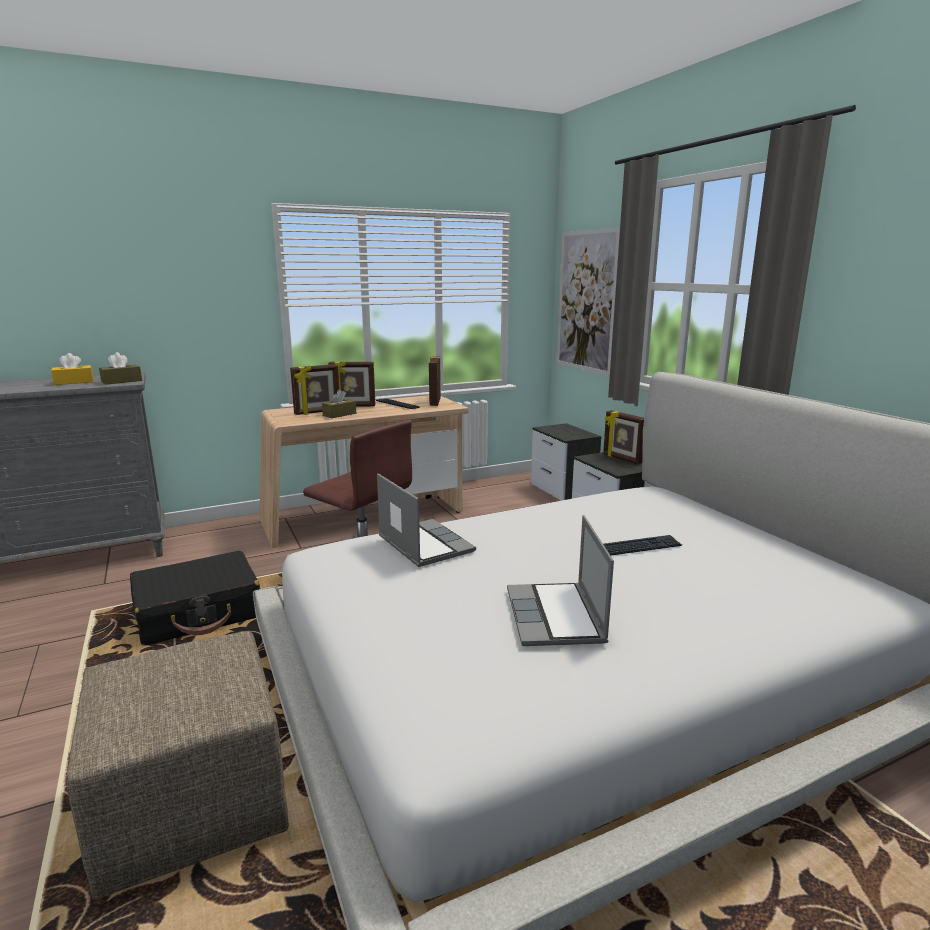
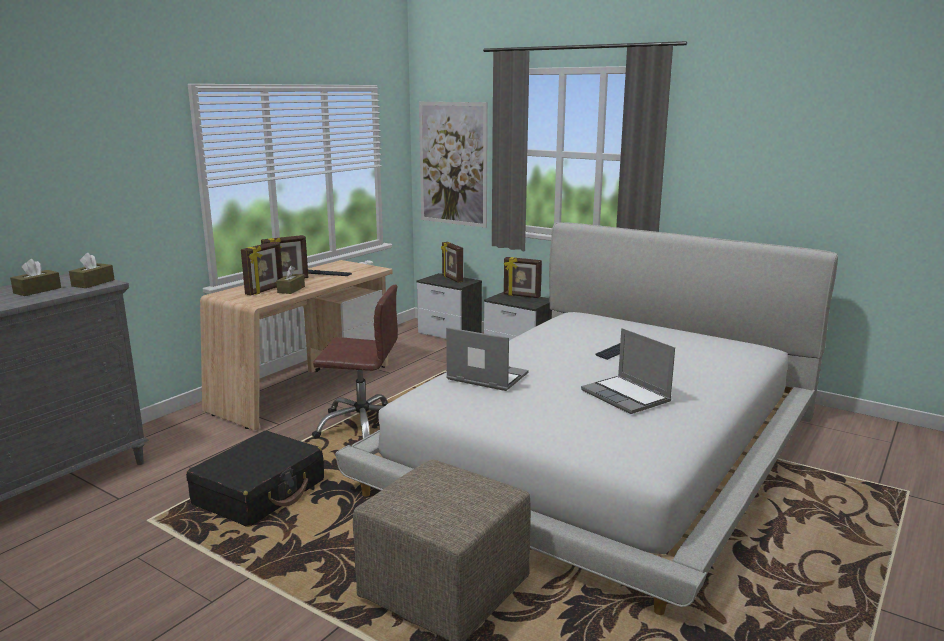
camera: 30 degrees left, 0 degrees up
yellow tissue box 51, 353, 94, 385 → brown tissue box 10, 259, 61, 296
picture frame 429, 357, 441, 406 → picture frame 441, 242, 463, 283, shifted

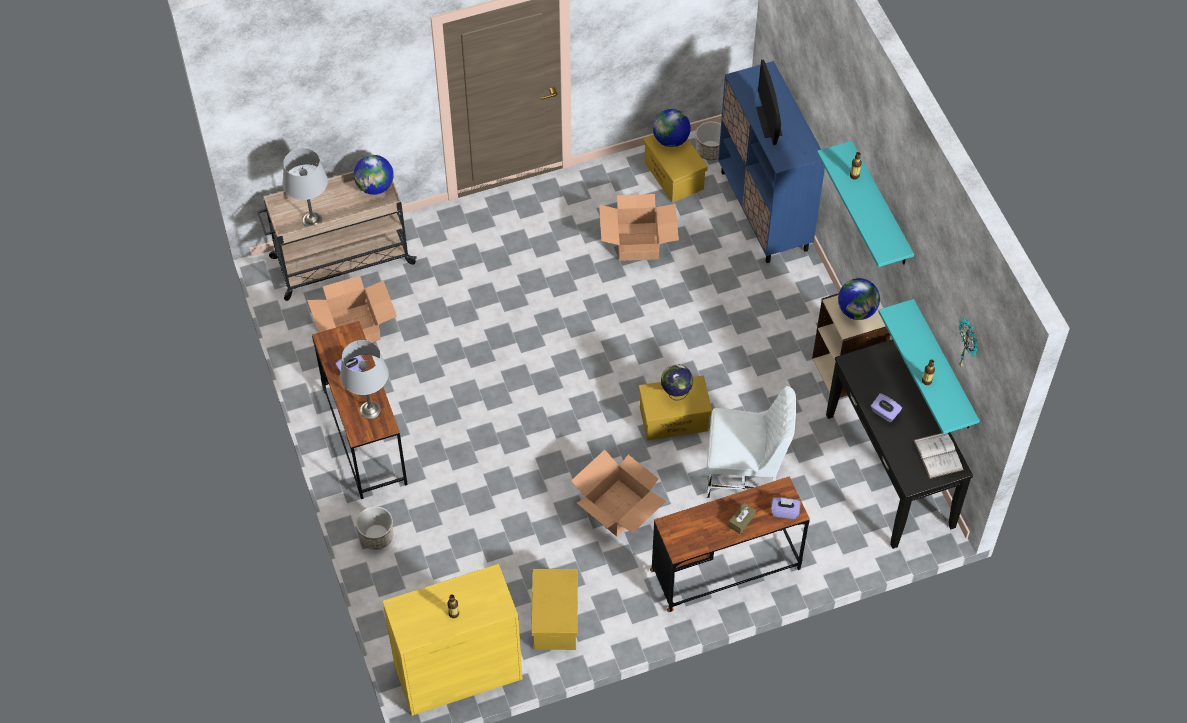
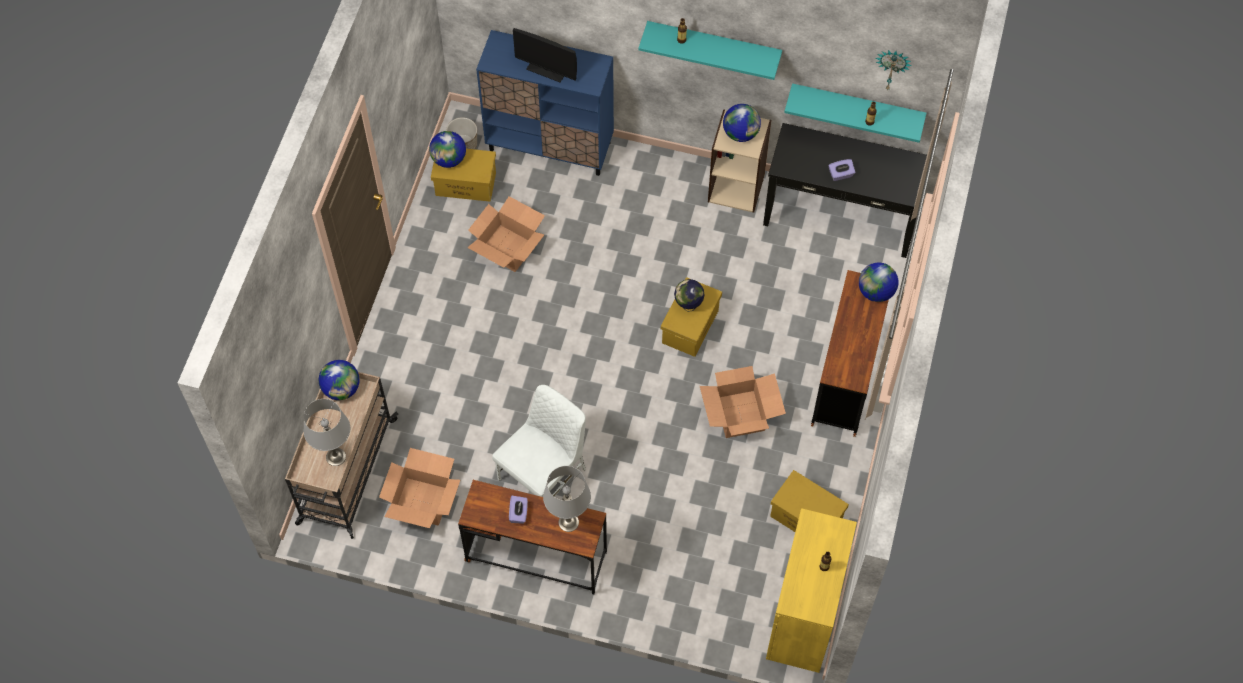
camera: 55 degrees left, 5 degrees up
white chair 707, 386, 796, 498 → white chair 492, 385, 586, 497, shifted
purple tissue box 771, 497, 800, 519 → globe 859, 263, 898, 302
planter 356, 506, 393, 550 → -
brown tissue box 728, 503, 756, 534 → -
white book 913, 433, 963, 479 → -

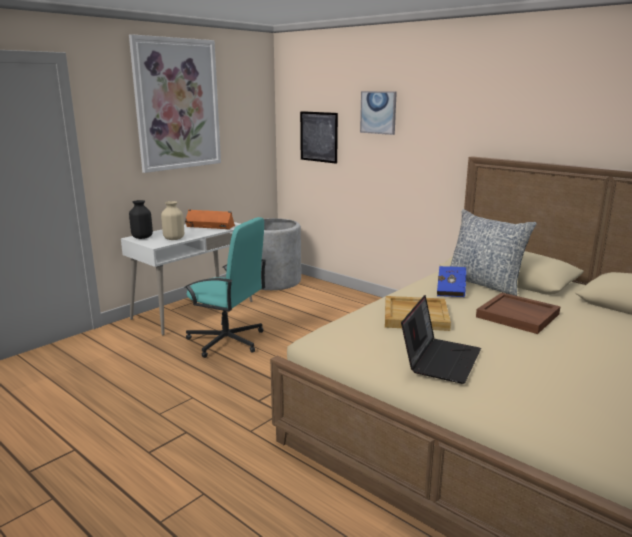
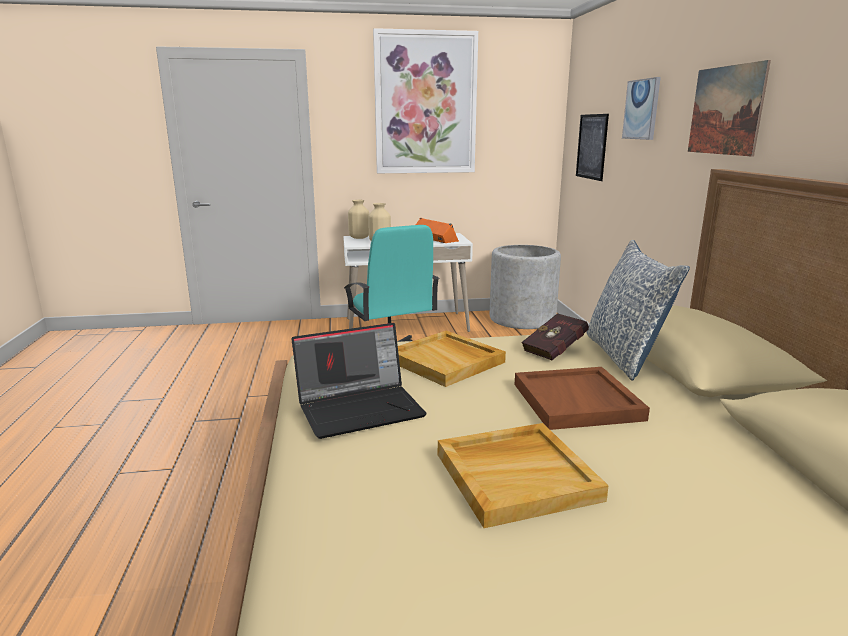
camera: 40 degrees right, 0 degrees up
black vase 129, 200, 153, 239 → beige vase 348, 200, 369, 239
- → beige tray 438, 423, 608, 528
blue book 437, 266, 466, 297 → red book 521, 313, 589, 360
- → picture 688, 60, 771, 157

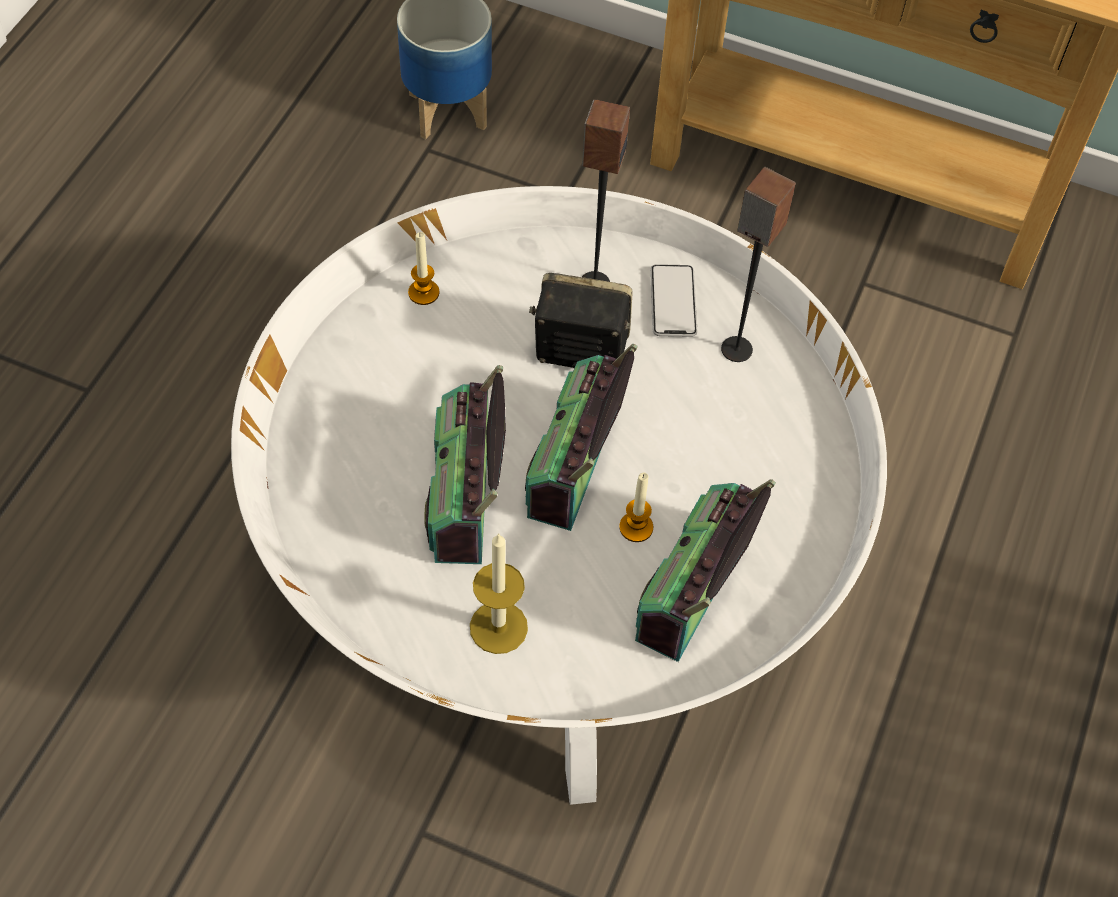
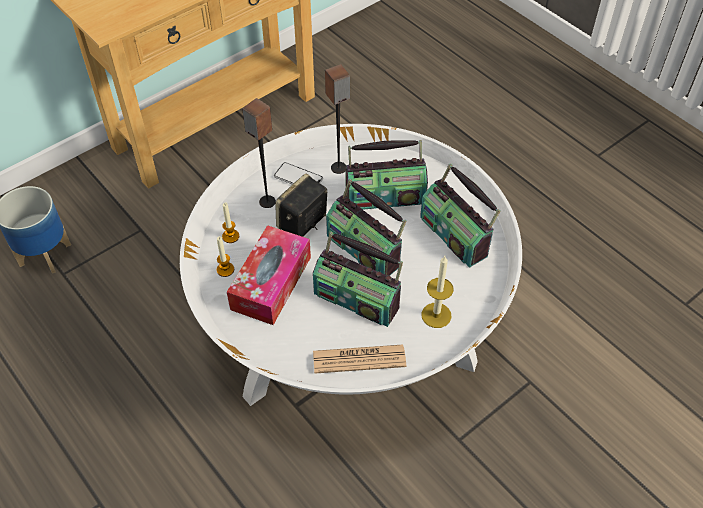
camera: 60 degrees left, 5 degrees down
candle 619, 473, 653, 542 → candle 222, 203, 239, 243, shifted
- → tissue box 227, 225, 311, 325
- → newspaper 313, 345, 406, 374
- → radio 345, 140, 428, 210

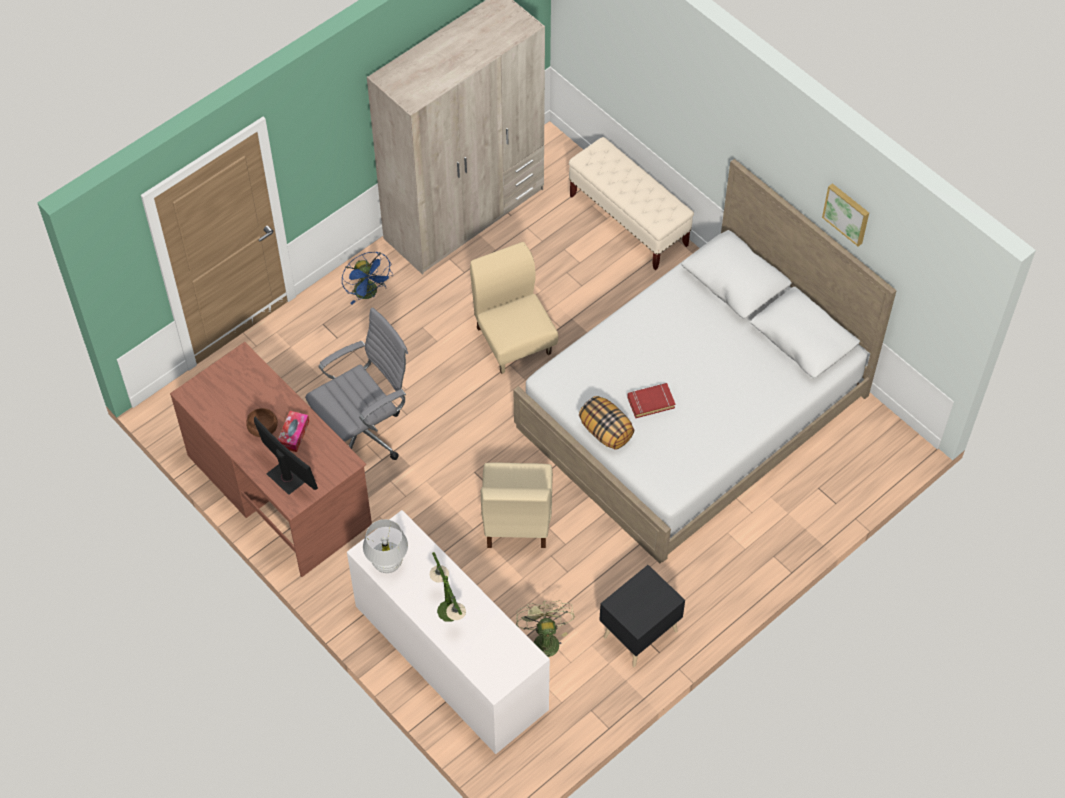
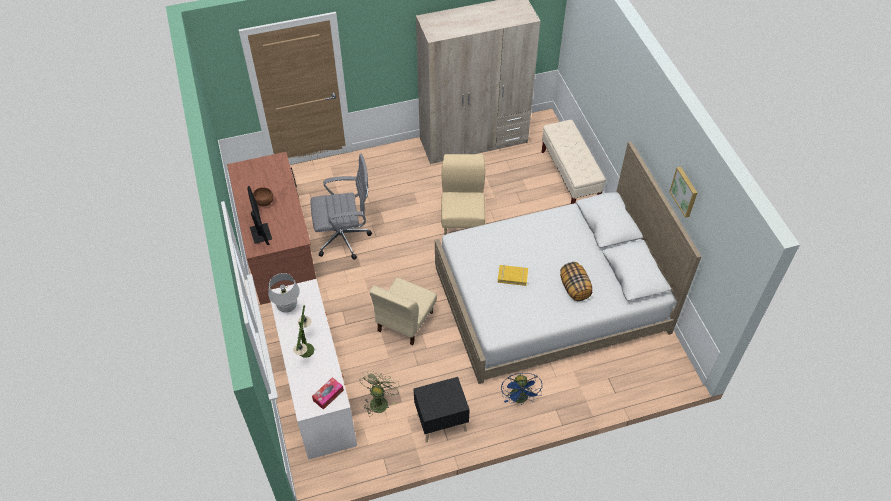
camera: 25 degrees right, 5 degrees down
tissue box 278, 411, 309, 452 → tissue box 312, 377, 344, 410, shifted
red book 627, 383, 675, 418 → yellow book 497, 265, 528, 286
blue fan 342, 252, 393, 305 → blue fan 501, 373, 542, 405, shifted
pillow 579, 396, 634, 449 → pillow 560, 262, 592, 301, shifted

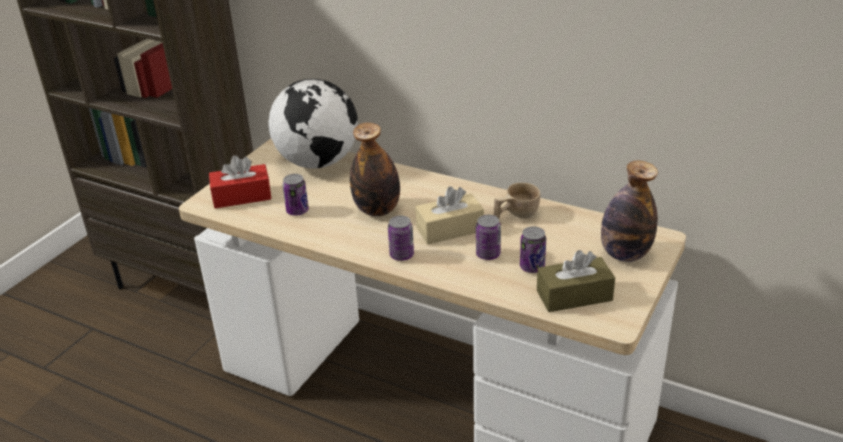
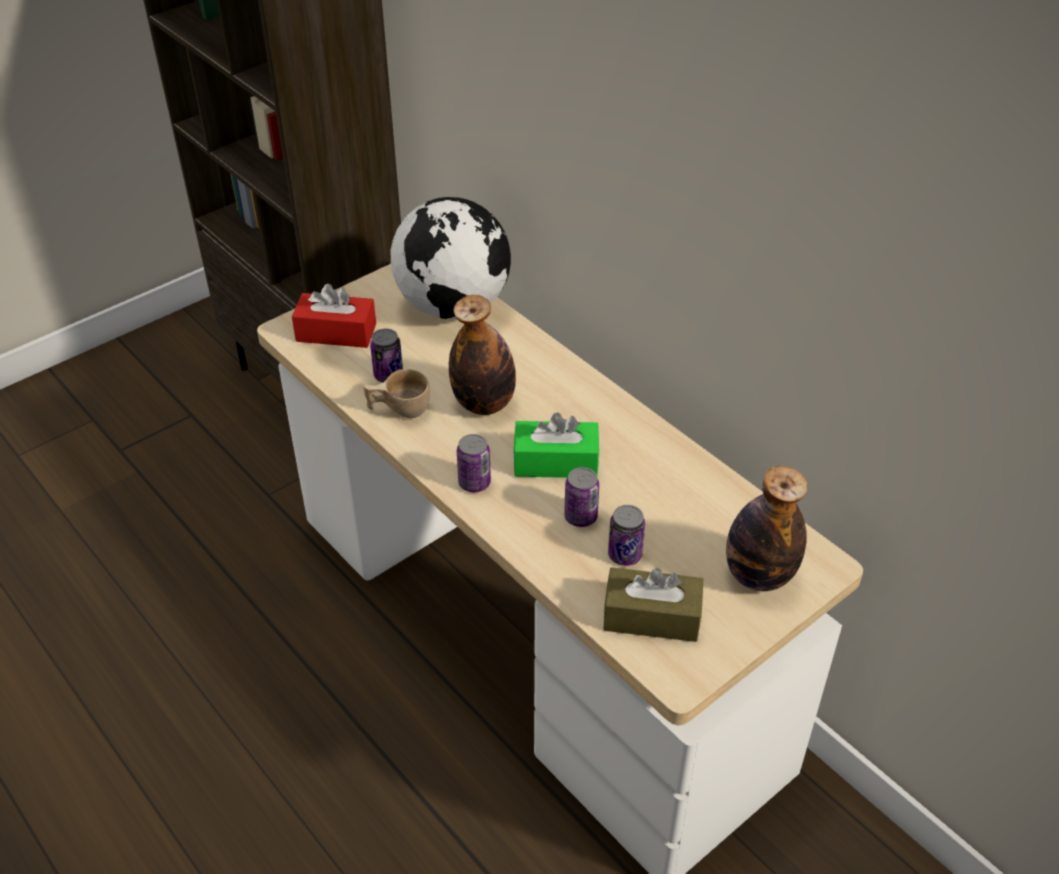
camera: 20 degrees right, 10 degrees up
beige cup 494, 183, 540, 219 → beige cup 364, 369, 430, 418, shifted
beige tissue box 415, 186, 484, 244 → green tissue box 513, 412, 599, 478

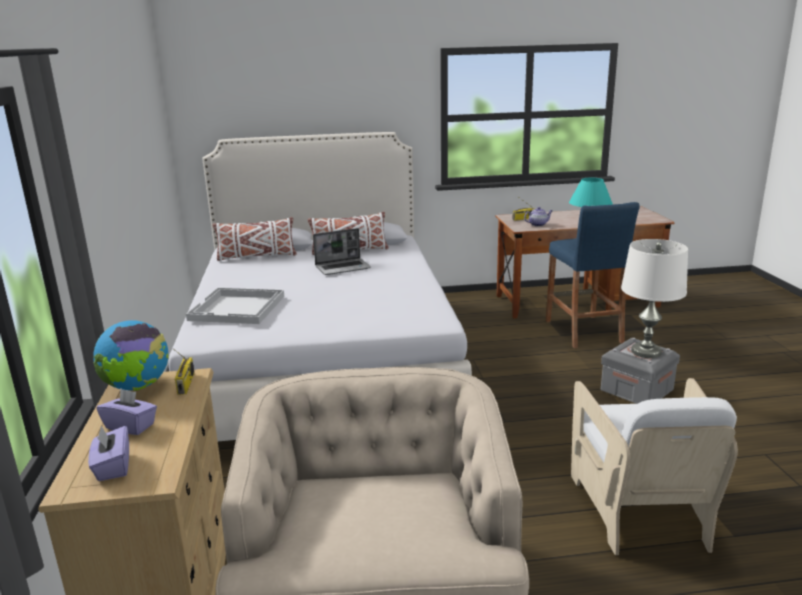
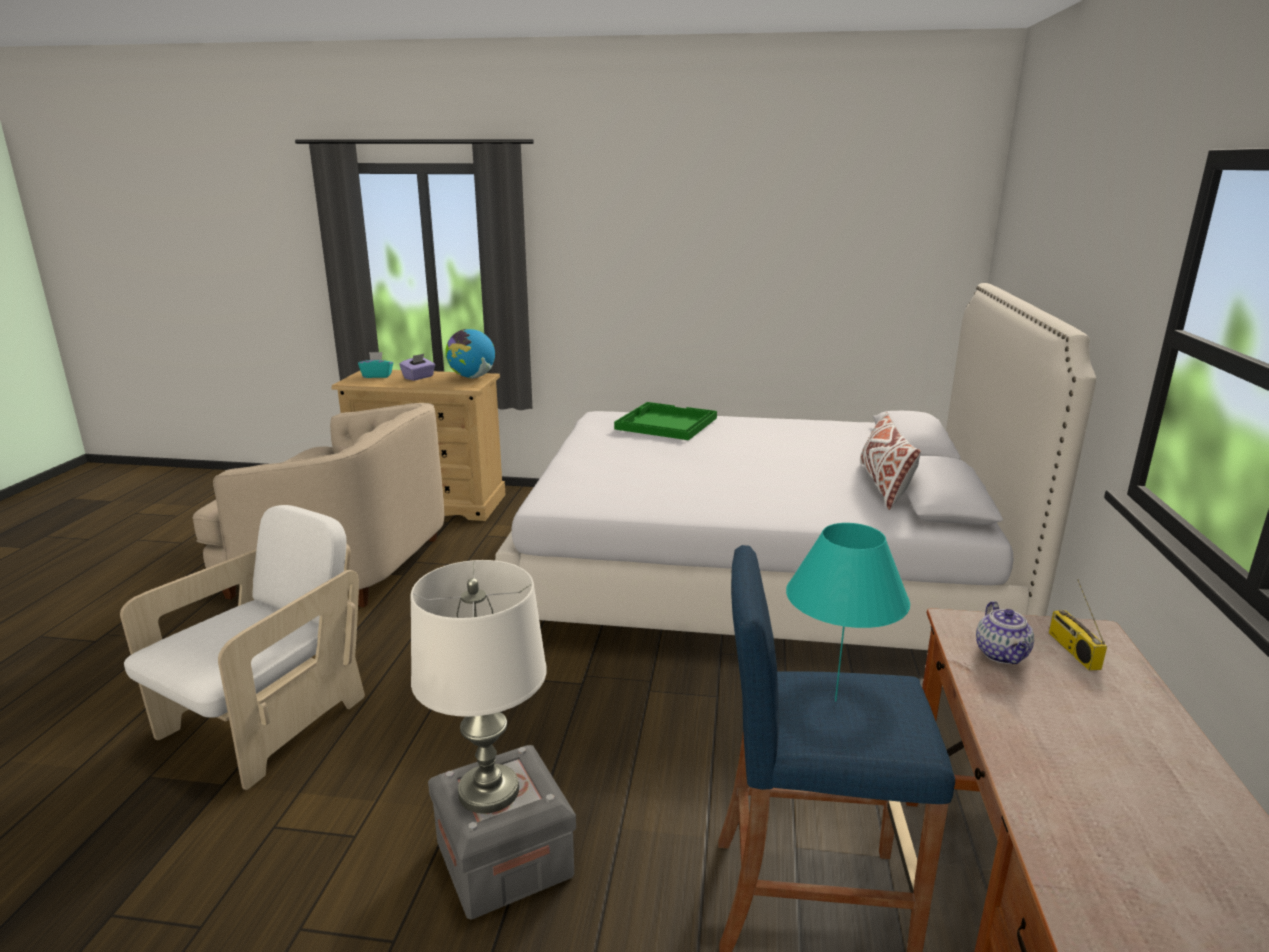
camera: 105 degrees right, 0 degrees up
white armchair 571, 378, 738, 555 → white armchair 120, 505, 365, 790, 105 degrees clockwise
purple tissue box 88, 426, 129, 481 → turquoise tissue box 358, 352, 393, 378
white tray 186, 288, 284, 324 → green tray 614, 402, 717, 440
radio 173, 349, 194, 395 → -
white pillow 212, 217, 297, 261 → -
laptop 313, 228, 371, 275 → -

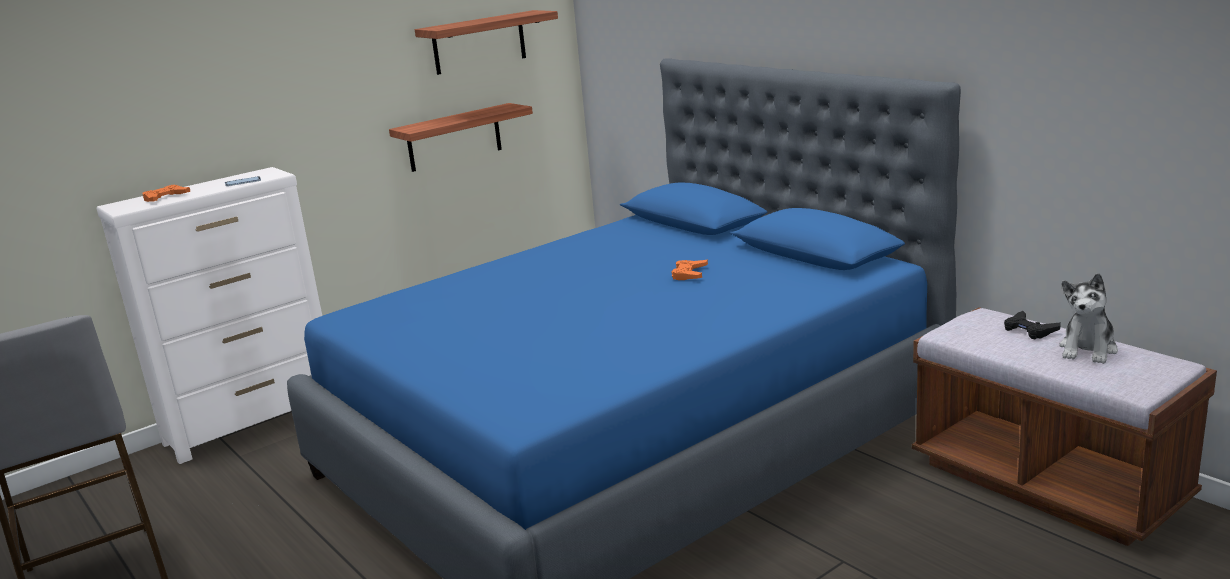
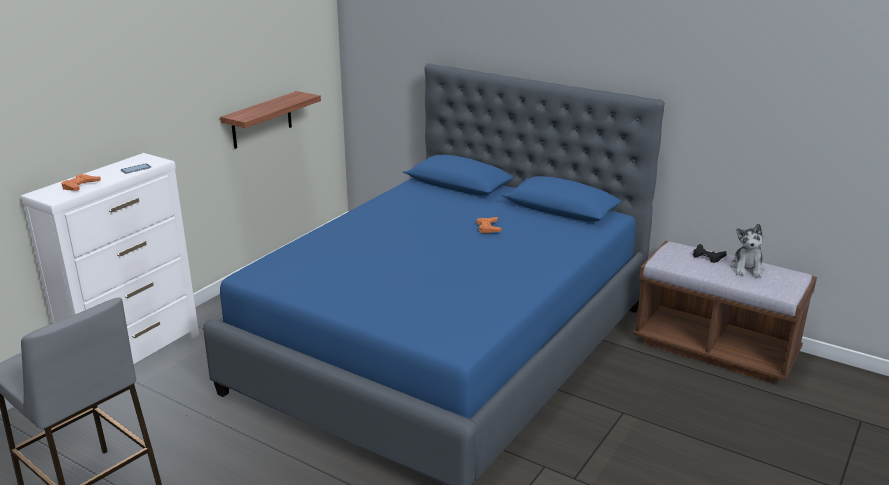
camera: 20 degrees left, 5 degrees up
shelf 415, 10, 558, 75 → -

